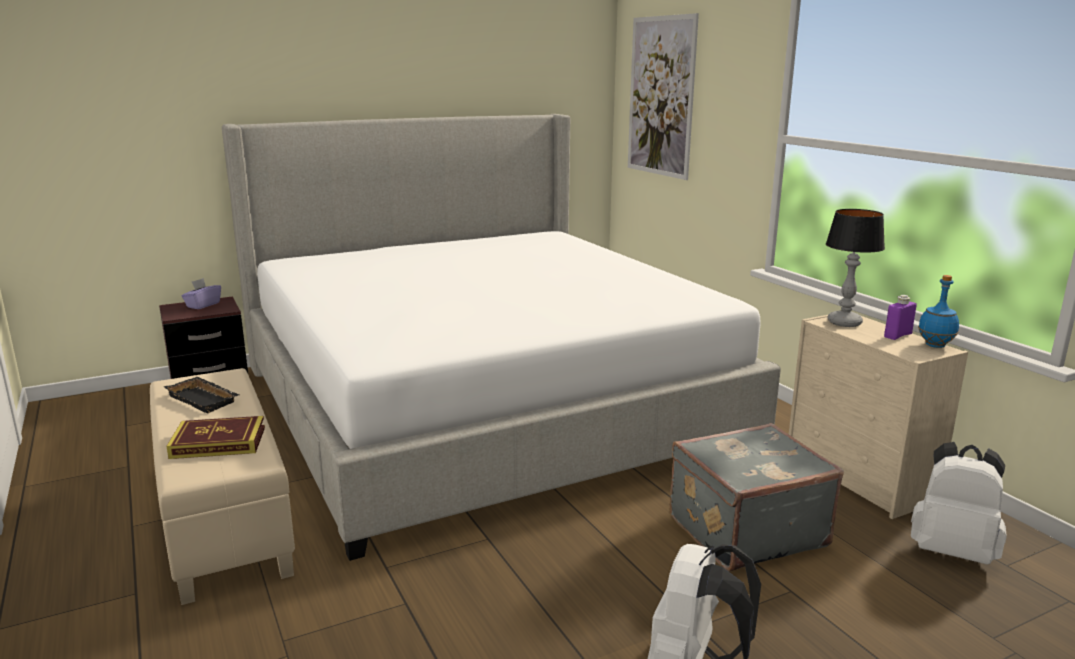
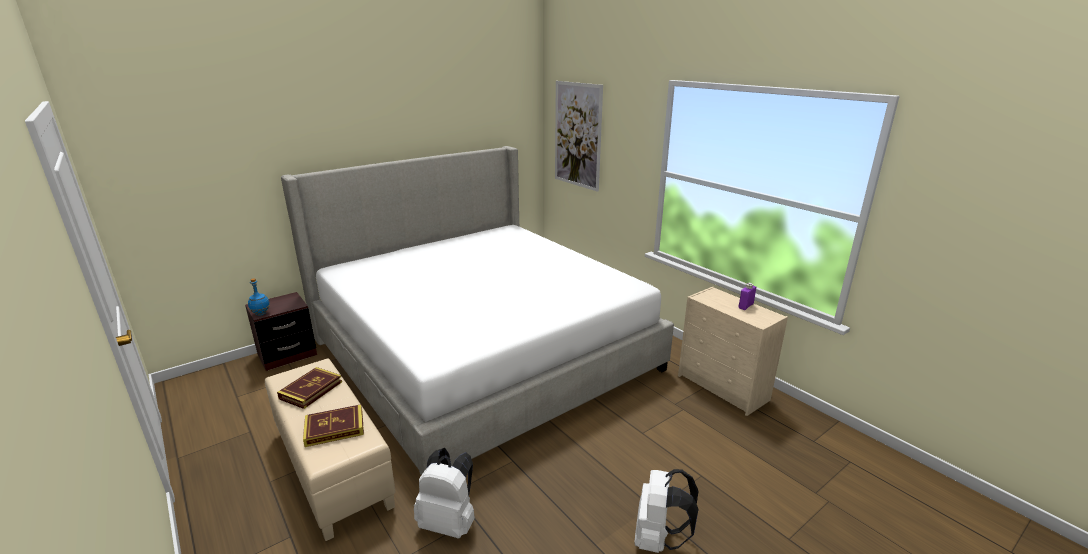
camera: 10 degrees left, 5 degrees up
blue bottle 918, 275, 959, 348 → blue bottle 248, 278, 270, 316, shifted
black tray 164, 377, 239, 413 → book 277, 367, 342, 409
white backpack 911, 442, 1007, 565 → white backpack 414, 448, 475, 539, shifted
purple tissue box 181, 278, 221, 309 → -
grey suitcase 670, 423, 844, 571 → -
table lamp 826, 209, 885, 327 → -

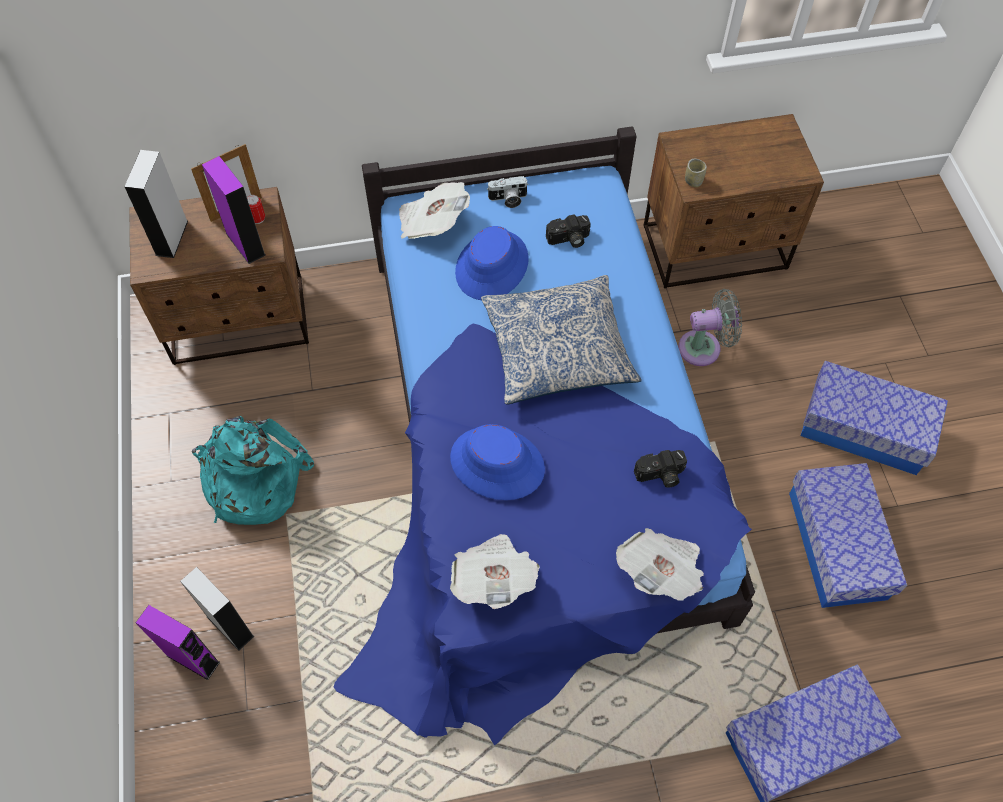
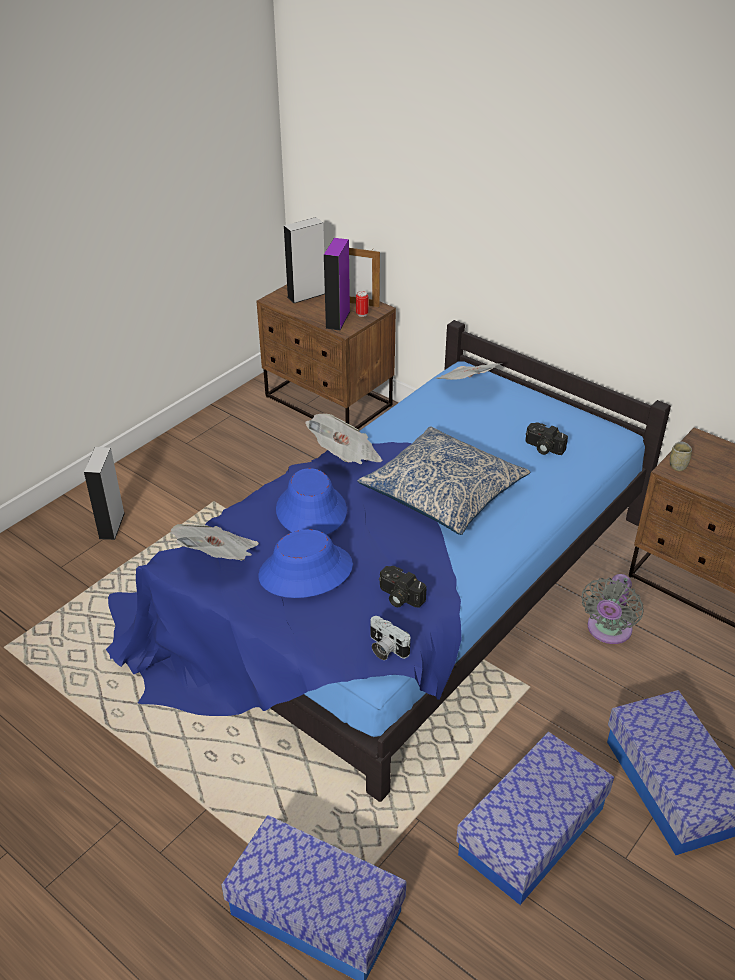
camera: 50 degrees right, 20 degrees down
blue hat 455, 226, 529, 300 → blue hat 258, 529, 353, 598, shifted
newspaper 616, 528, 704, 601 → newspaper 305, 413, 382, 464, shifted
photo camera 487, 176, 529, 208 → photo camera 370, 616, 411, 660, shifted
grey fan 678, 289, 742, 366 → grey fan 582, 574, 643, 644, 75 degrees clockwise
purple speaker 136, 605, 220, 680 → -
turquoise backpack 192, 416, 314, 525 → -

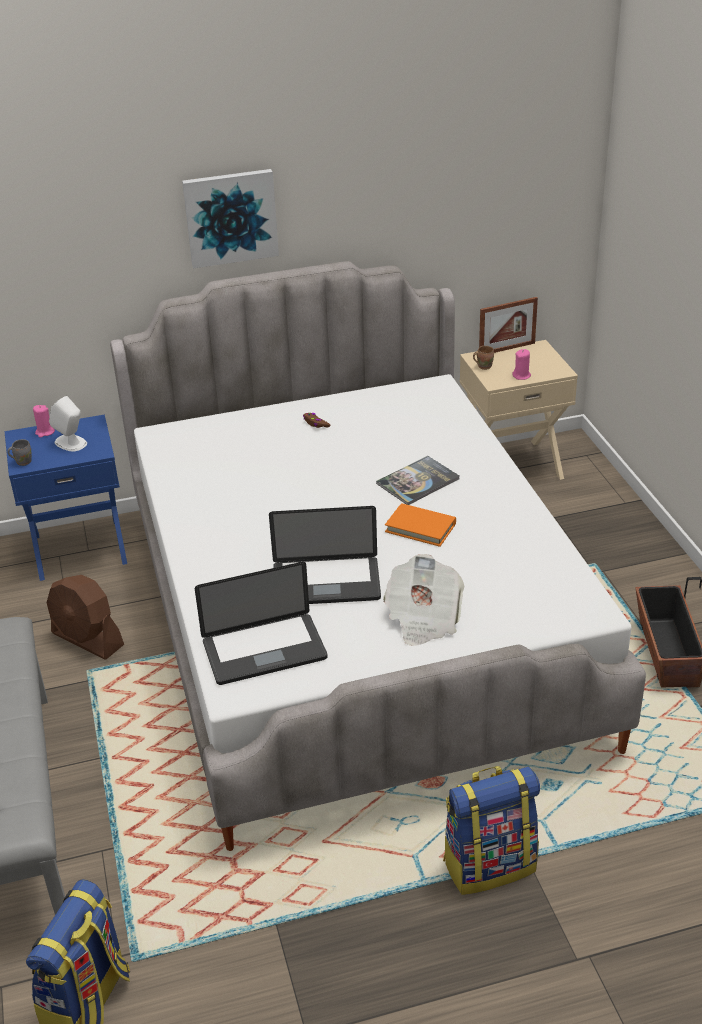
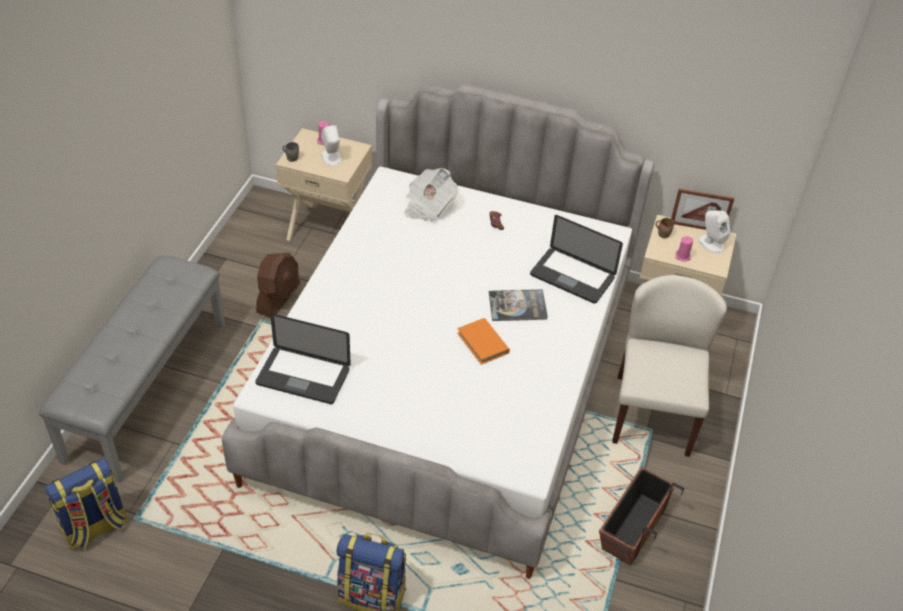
camera: 30 degrees right, 10 degrees up
brown fan 47, 575, 124, 660 → brown fan 256, 253, 300, 318, 135 degrees counterclockwise
blue nightstand 5, 415, 127, 581 → beige nightstand 276, 128, 372, 241
newspaper 383, 554, 464, 646 → newspaper 404, 168, 458, 222, shifted
laptop 269, 506, 381, 604 → laptop 530, 215, 623, 304, shifted
- → beige chair 612, 275, 727, 457
- → white speaker 698, 210, 730, 254
picture 182, 169, 279, 268 → -

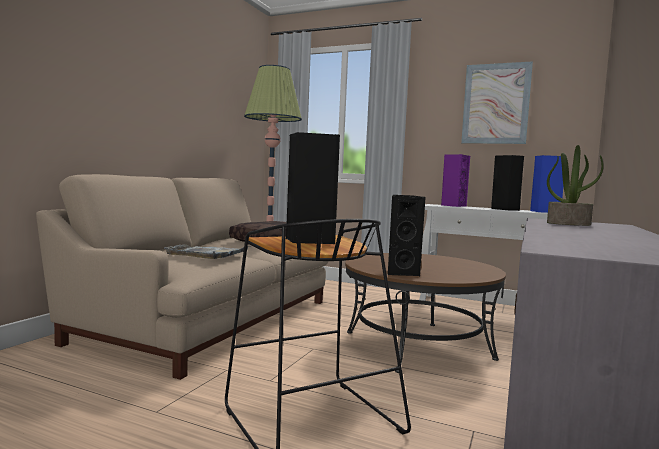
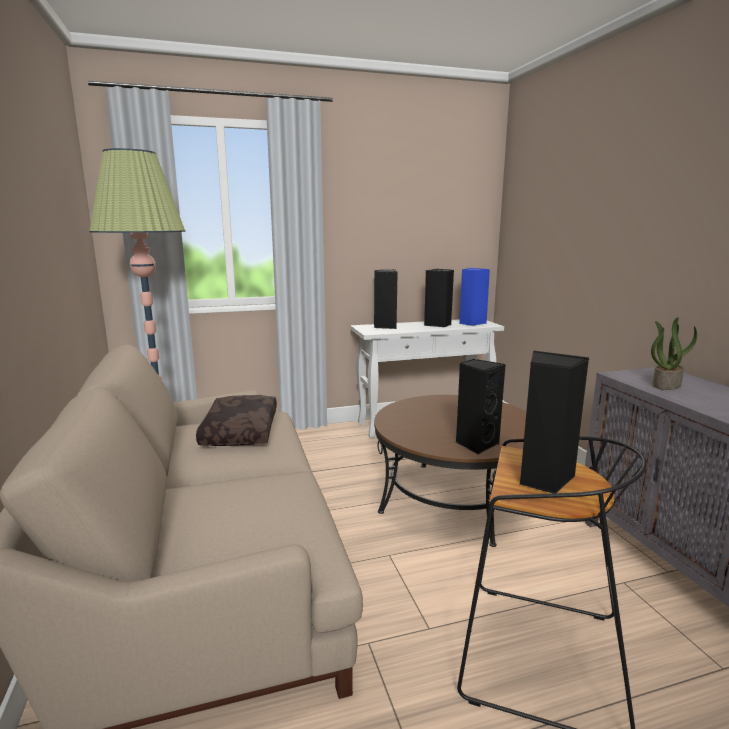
camera: 40 degrees left, 10 degrees up
purple speaker 441, 154, 470, 207 → black speaker 374, 270, 398, 329
grey tray 165, 244, 251, 259 → -
picture 461, 61, 533, 144 → -

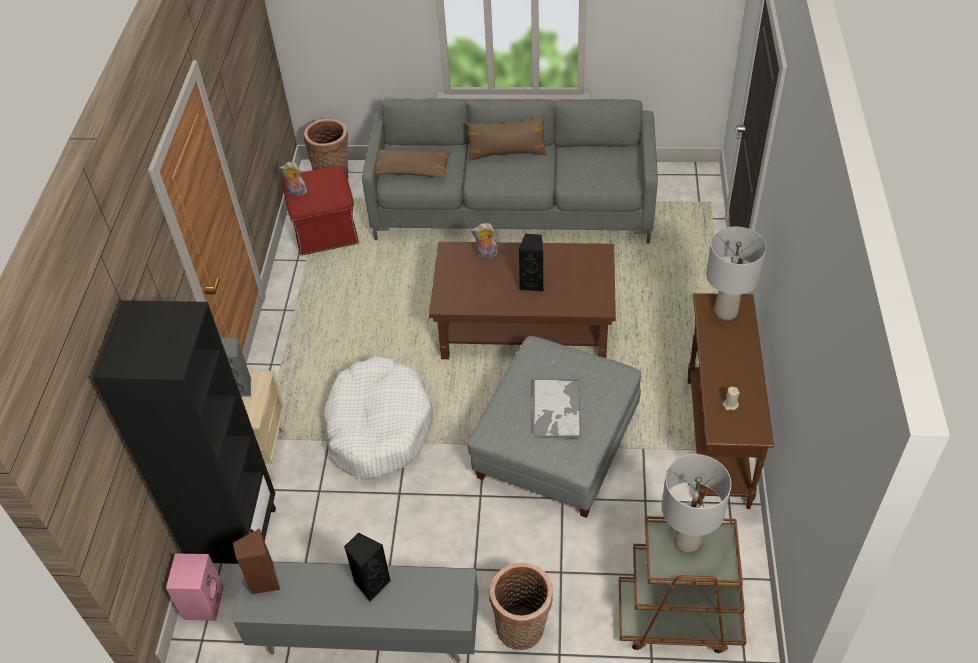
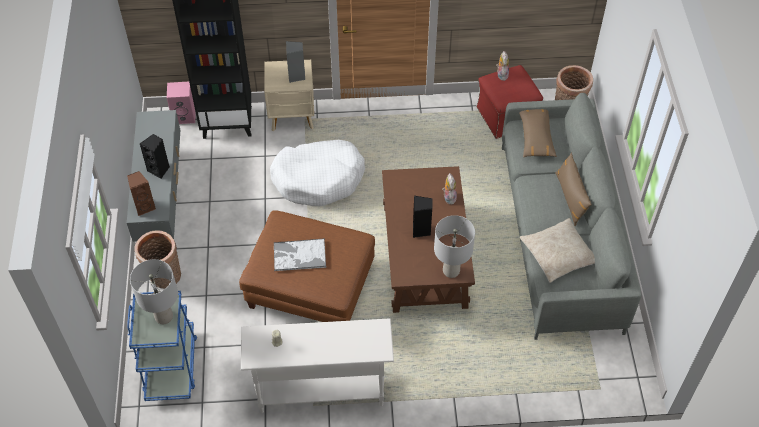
camera: 80 degrees right, 5 degrees up
brown speaker 233, 529, 280, 594 → brown speaker 127, 171, 156, 216, shifted
brown cart 619, 516, 746, 653 → blue cart 127, 291, 197, 401
grey ottoman 467, 336, 641, 518 → brown ottoman 239, 210, 375, 322
brown console table 687, 293, 774, 509 → white console table 241, 318, 394, 413
grey table lamp 706, 227, 766, 321 → grey table lamp 434, 215, 475, 278, shifted
- → beige pillow 520, 218, 595, 283

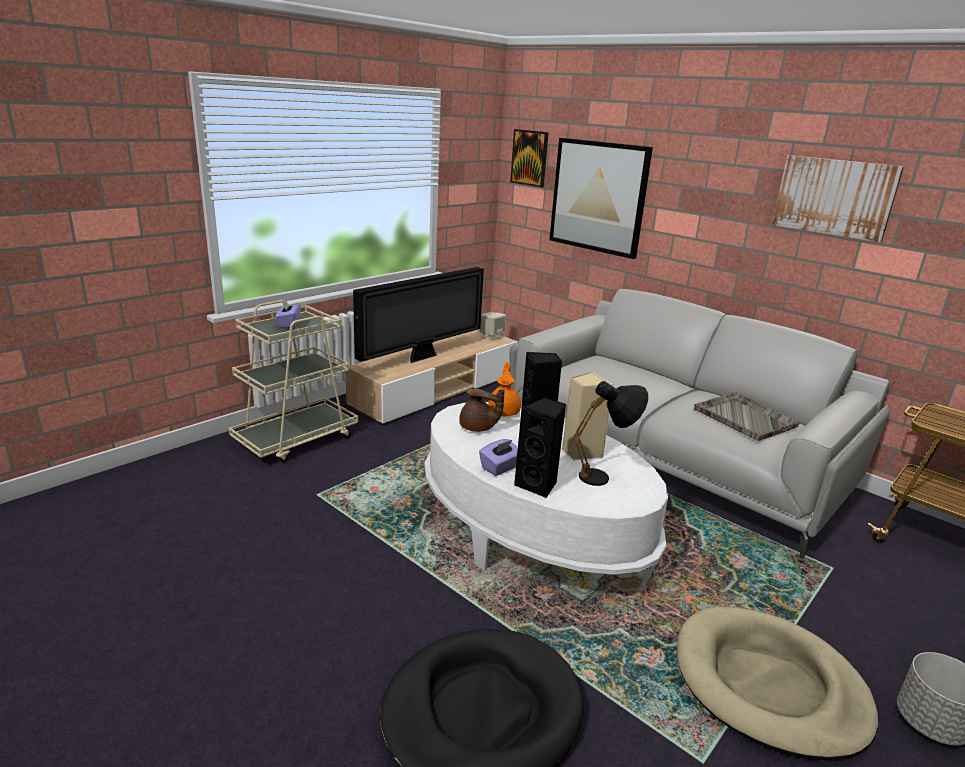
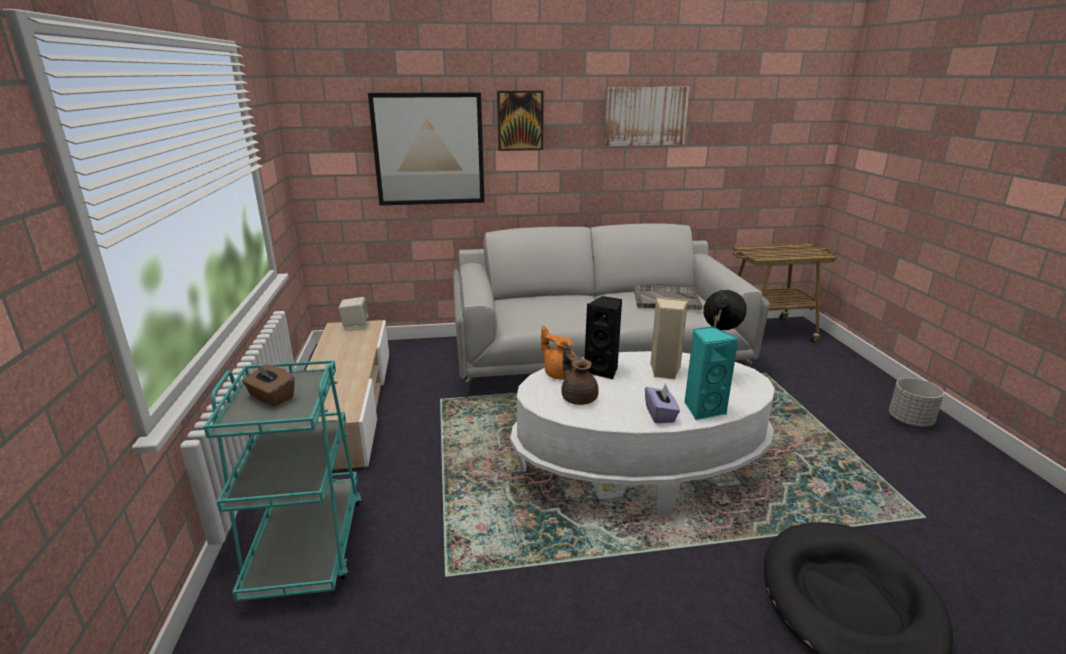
camera: 50 degrees left, 0 degrees up
beige cart 229, 300, 358, 463 → turquoise cart 204, 360, 362, 602
purple tissue box 275, 299, 301, 328 → brown tissue box 242, 364, 295, 406
picture 510, 129, 549, 187 → picture 497, 91, 544, 151, shifted
brown teapot 459, 389, 505, 432 → brown teapot 561, 343, 599, 405, 90 degrees counterclockwise
black speaker 514, 397, 566, 498 → turquoise speaker 684, 326, 738, 420
television 353, 267, 484, 363 → -
beige dog bed 677, 607, 878, 760 → -

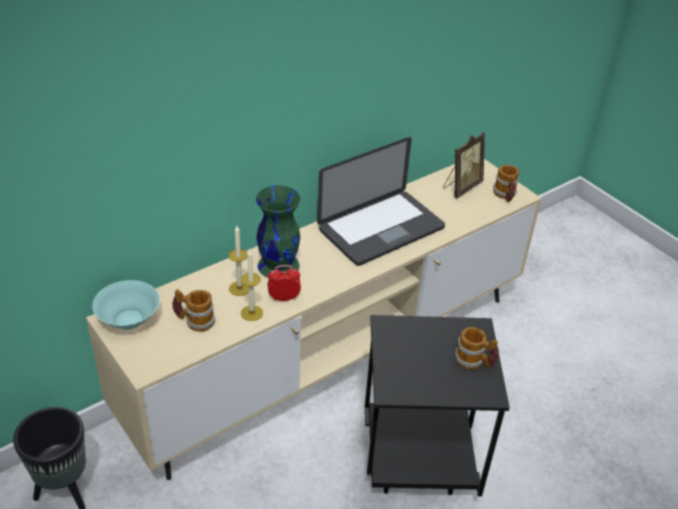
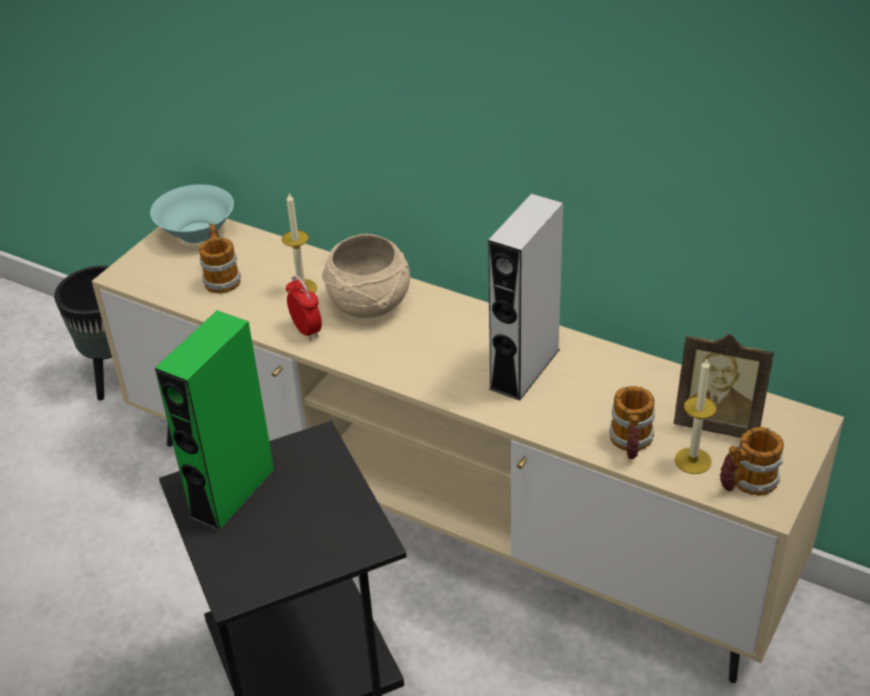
camera: 70 degrees right, 0 degrees up
- → green speaker 155, 310, 276, 532
green vase 256, 185, 301, 278 → beige bowl 322, 234, 410, 318
laptop 317, 137, 445, 266 → grey speaker 488, 193, 563, 401
mug 455, 327, 499, 370 → mug 609, 386, 655, 459, shifted
candle 241, 250, 263, 321 → candle 674, 358, 717, 474, shifted

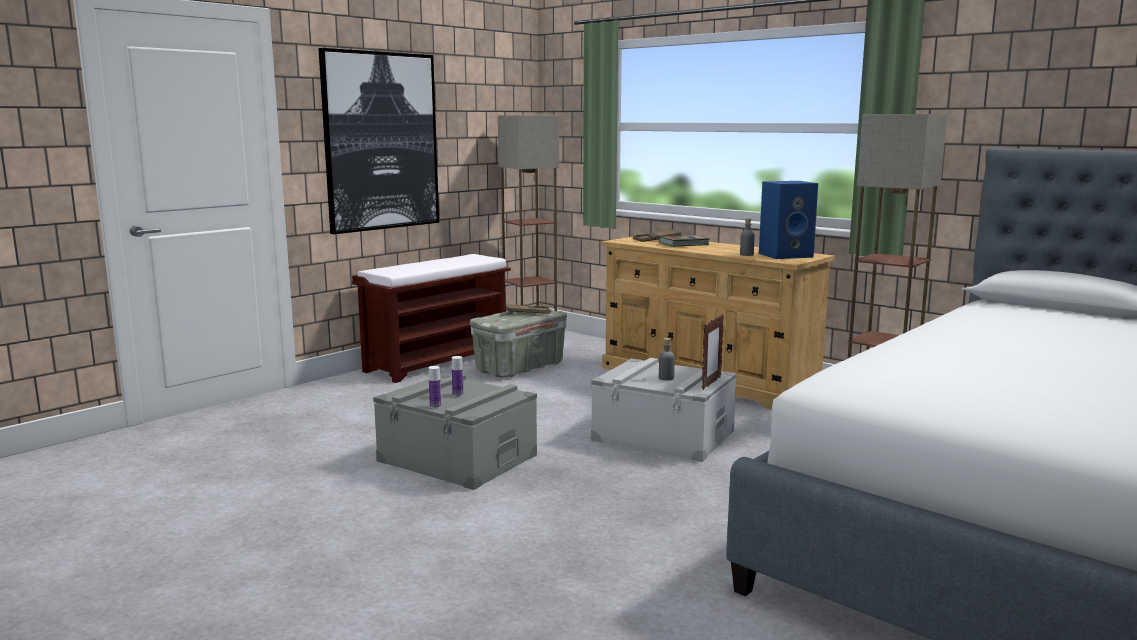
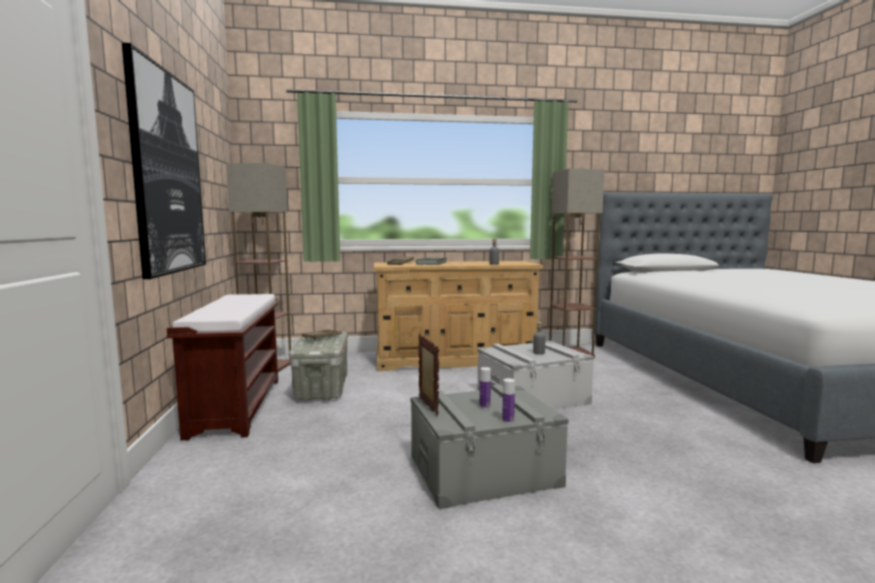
camera: 50 degrees left, 5 degrees down
picture frame 702, 314, 724, 390 → picture frame 418, 334, 439, 416, shifted
blue speaker 759, 181, 818, 259 → -

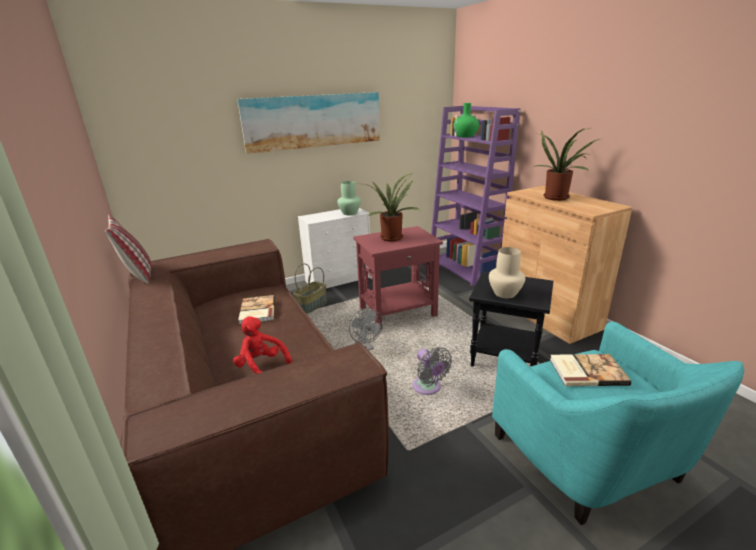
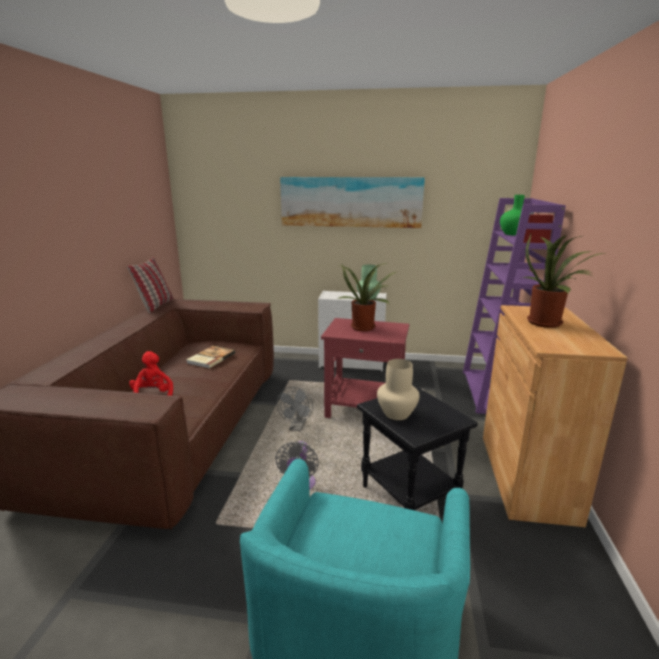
camera: 35 degrees right, 5 degrees down
basket 293, 263, 327, 314 → -
book 550, 354, 631, 386 → -

